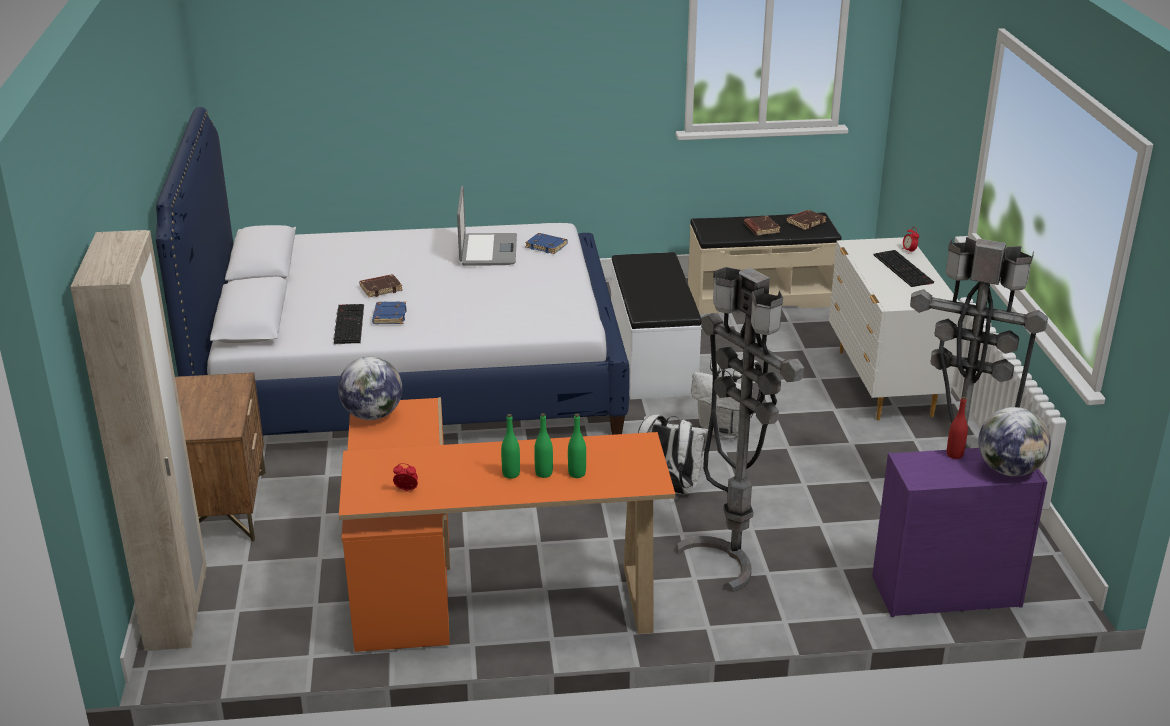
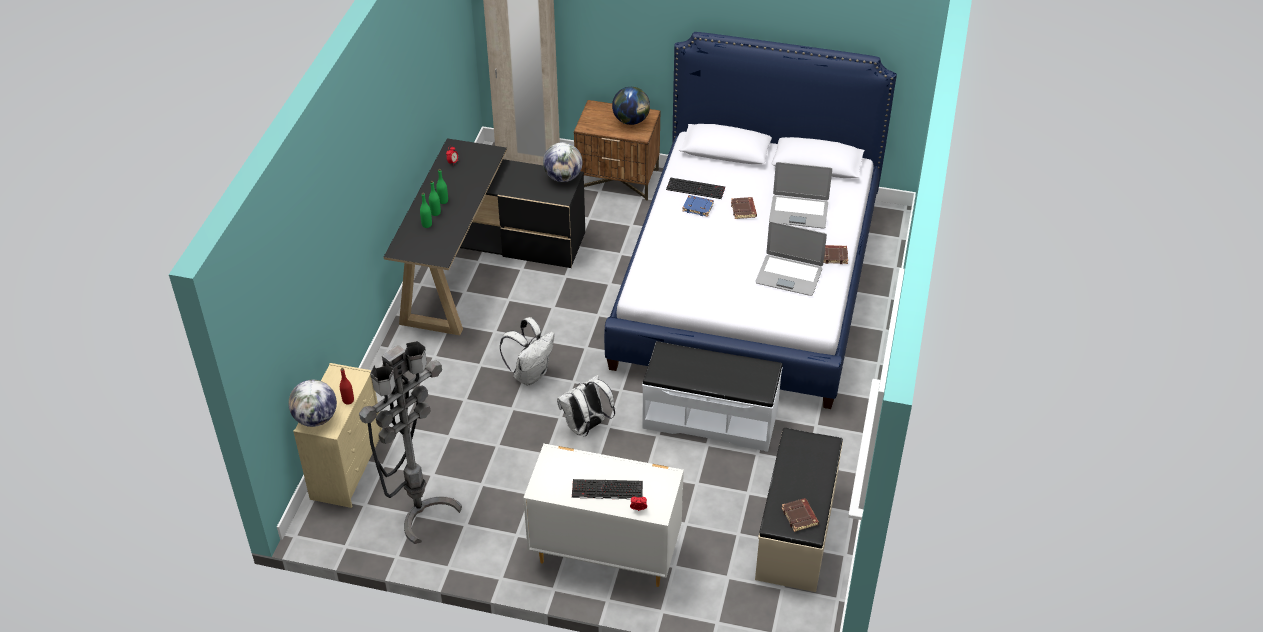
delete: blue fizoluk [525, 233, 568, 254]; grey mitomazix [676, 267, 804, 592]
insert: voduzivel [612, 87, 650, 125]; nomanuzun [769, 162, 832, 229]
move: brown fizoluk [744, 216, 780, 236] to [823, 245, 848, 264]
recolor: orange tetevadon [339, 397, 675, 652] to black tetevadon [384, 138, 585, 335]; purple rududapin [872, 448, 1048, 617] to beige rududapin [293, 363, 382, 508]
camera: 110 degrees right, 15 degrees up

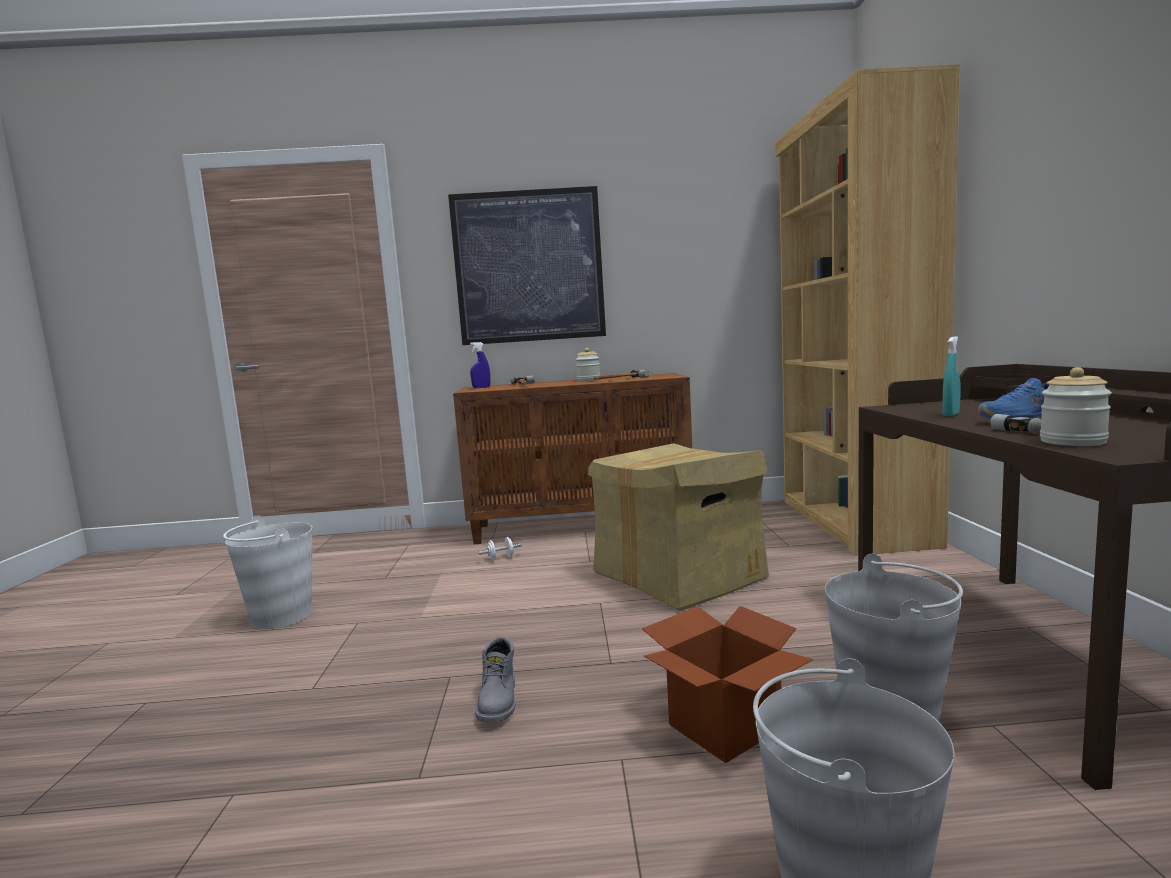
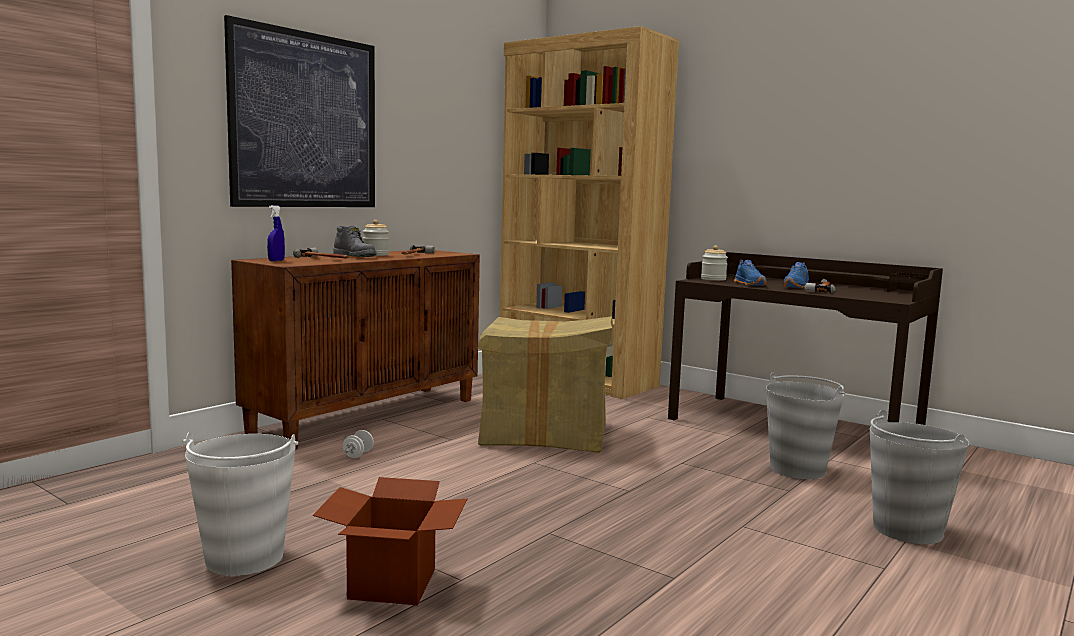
move: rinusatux [1040, 367, 1112, 446] to [701, 245, 728, 281]; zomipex [642, 606, 813, 763] to [313, 477, 468, 605]; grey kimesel [475, 637, 515, 723] to [333, 226, 376, 257]
replace: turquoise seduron [942, 336, 961, 416] to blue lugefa [734, 260, 767, 286]
camera: 50 degrees left, 0 degrees up

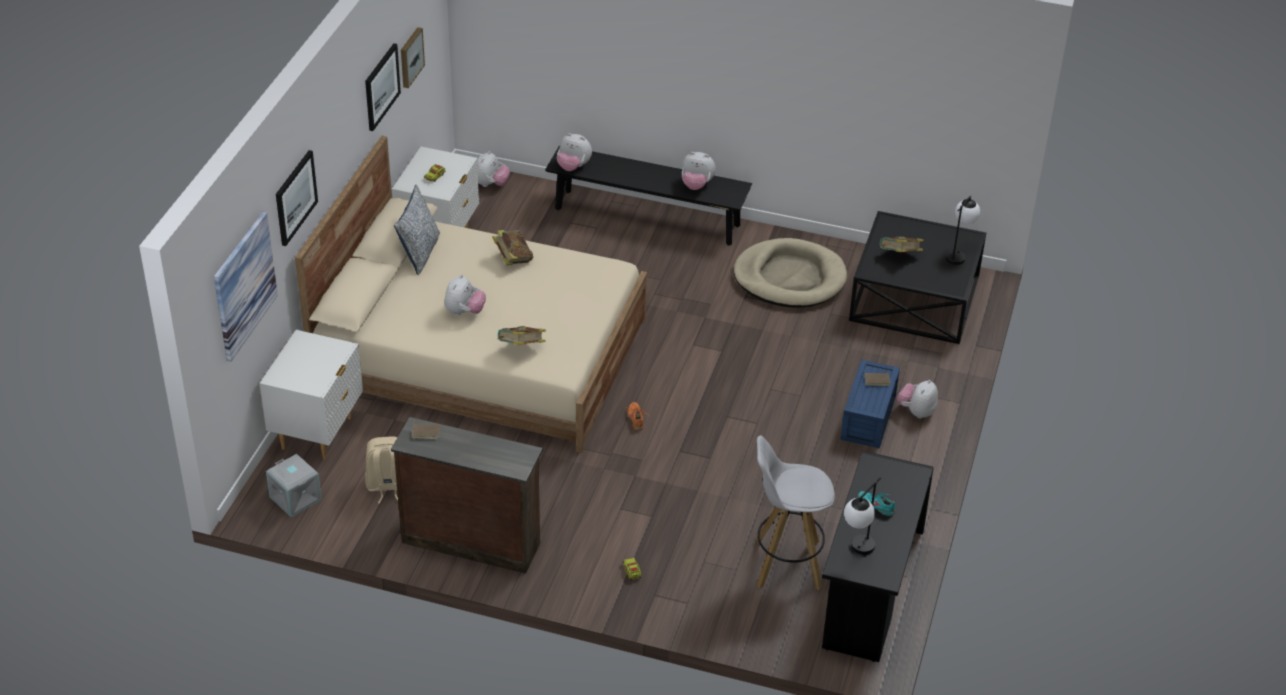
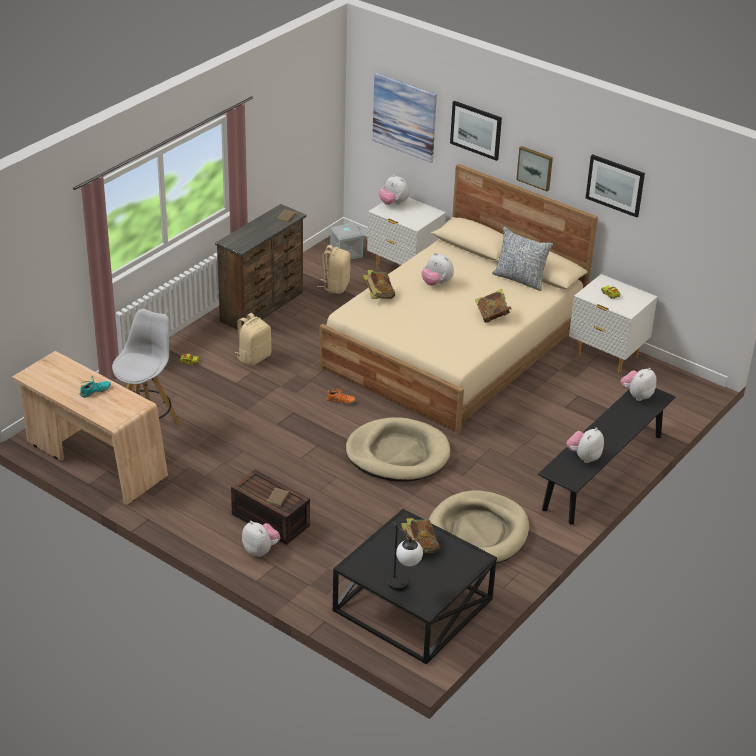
delete: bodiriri [844, 478, 881, 555]
insert: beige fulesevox [235, 313, 272, 366]; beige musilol [345, 417, 450, 482]
move: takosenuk [401, 27, 425, 88] to [516, 146, 553, 191]; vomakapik [477, 151, 510, 187] to [379, 174, 409, 205]
recolor: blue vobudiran [840, 359, 900, 448] to brown vobudiran [231, 469, 310, 545]; black tetevadon [822, 451, 934, 662] to beige tetevadon [12, 351, 168, 505]
camera: 110 degrees right, 5 degrees down

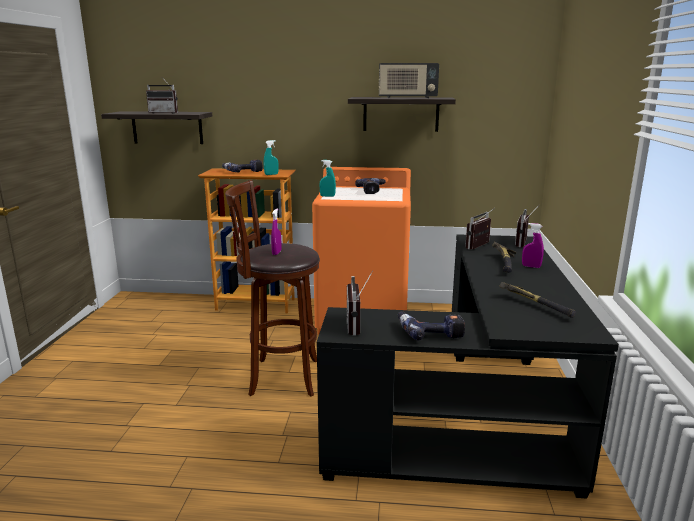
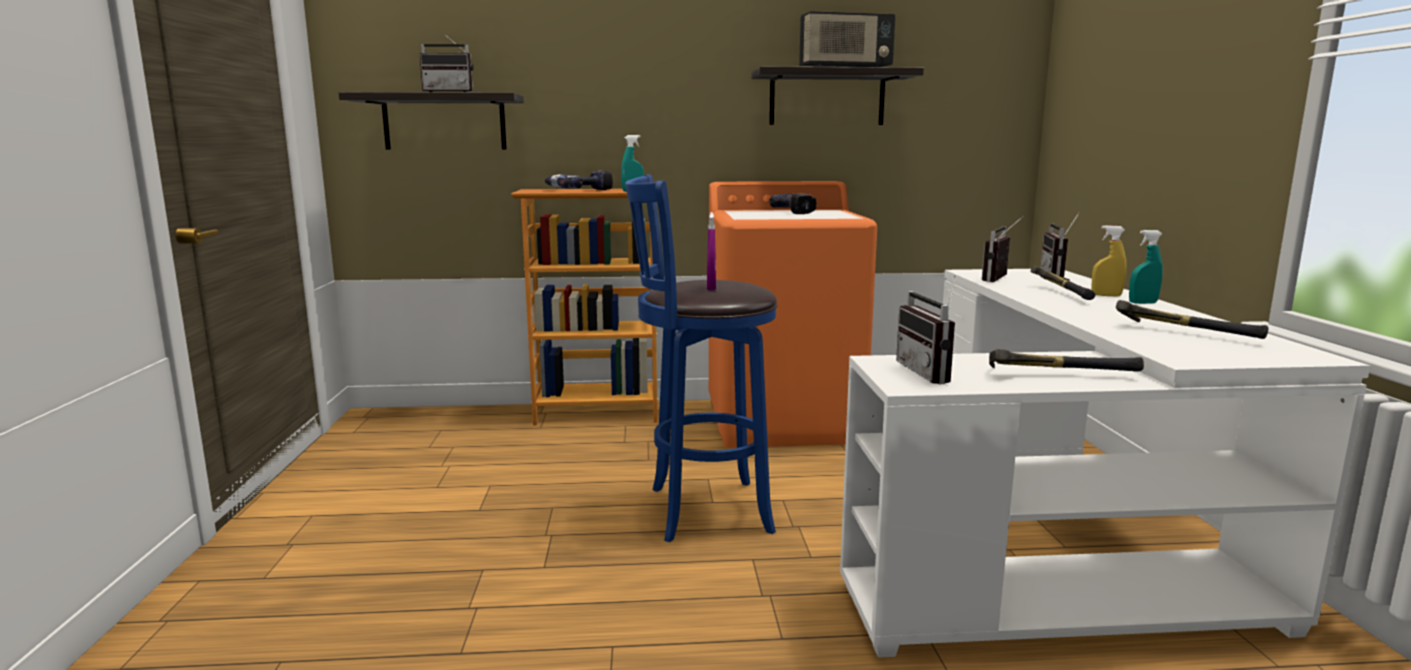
move: turquoise seduron [319, 160, 336, 197] to [1129, 230, 1163, 304]
replace: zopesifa [398, 311, 465, 340] to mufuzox [989, 349, 1144, 371]
recolor: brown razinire [225, 180, 320, 396] to blue razinire [625, 174, 778, 542]; purple seduron [522, 223, 544, 268] to yellow seduron [1091, 225, 1127, 297]; black tetevadon [317, 234, 619, 499] to white tetevadon [840, 269, 1370, 658]
camera: 10 degrees left, 5 degrees down

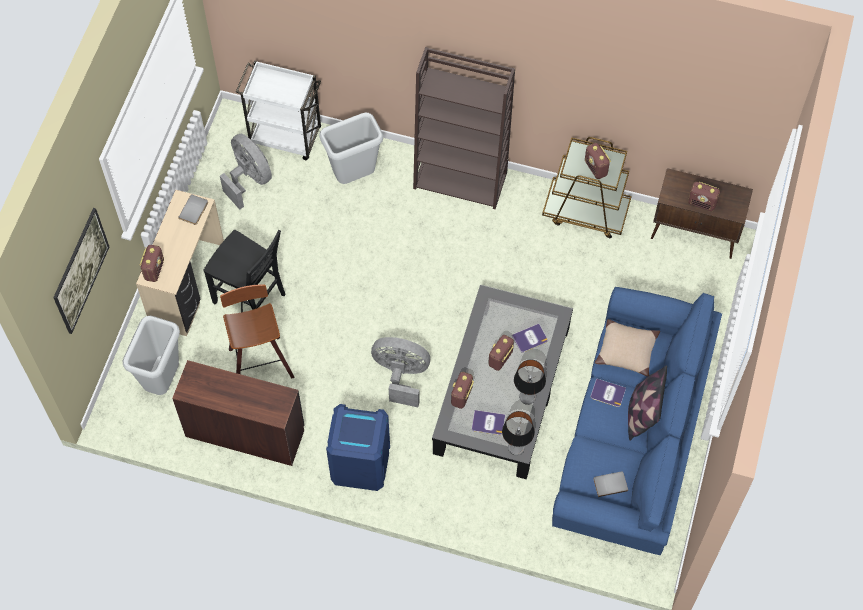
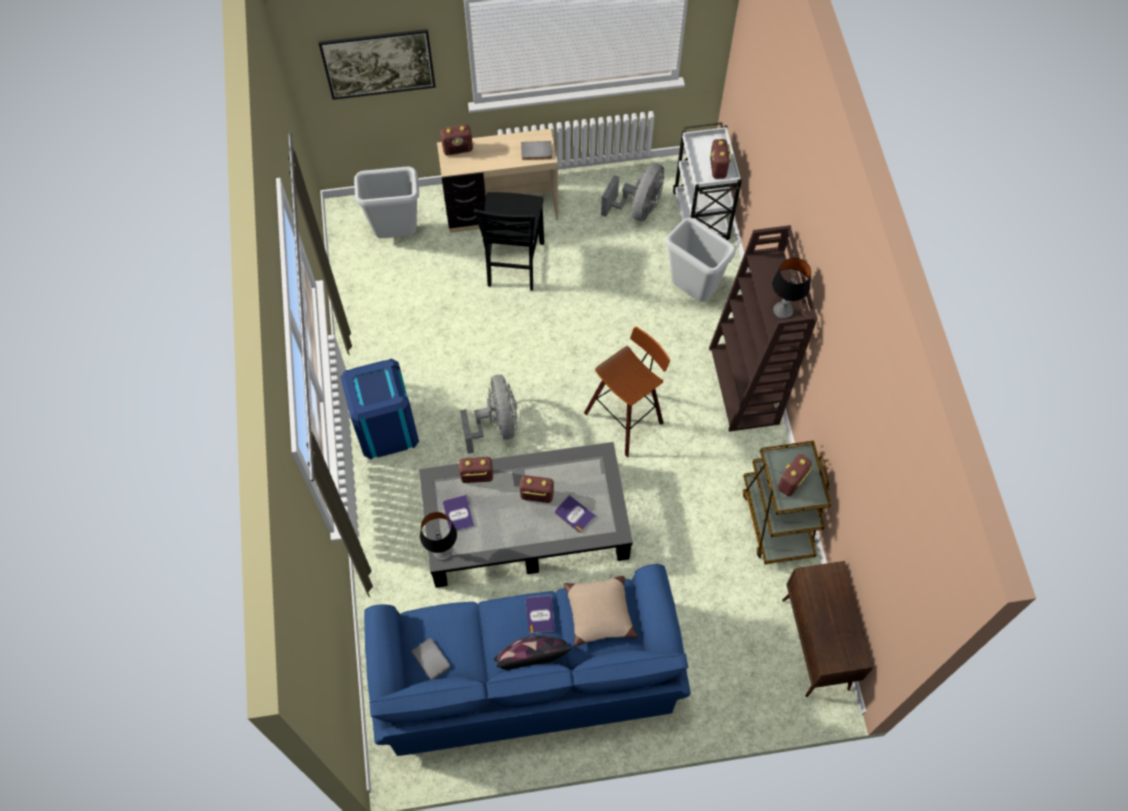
delete: brown tetevadon [172, 360, 304, 466]
move: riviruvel [688, 182, 720, 211] to [710, 139, 731, 179]; razinire [220, 284, 295, 379] to [584, 327, 670, 458]; bodiriri [514, 360, 546, 405] to [772, 258, 811, 319]
camera: 65 degrees right, 0 degrees up

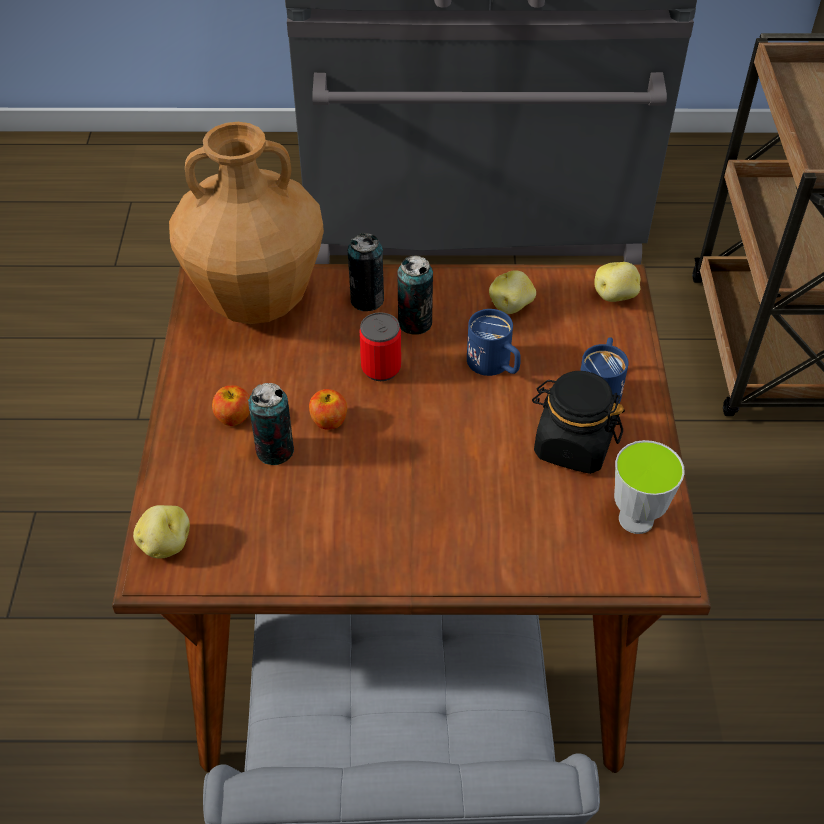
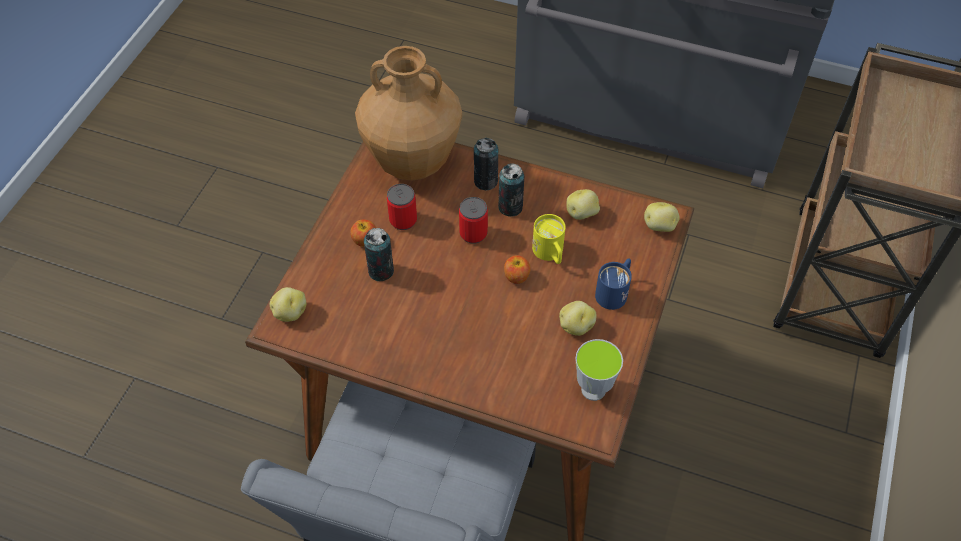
insert: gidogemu [387, 184, 417, 230]
move: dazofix [309, 389, 347, 430] to [504, 255, 531, 284]
replace: black rinusatux [532, 371, 625, 474] to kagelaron [559, 301, 596, 336]
recolor: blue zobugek [467, 309, 521, 376] to yellow zobugek [532, 214, 566, 264]
camera: 20 degrees right, 5 degrees up

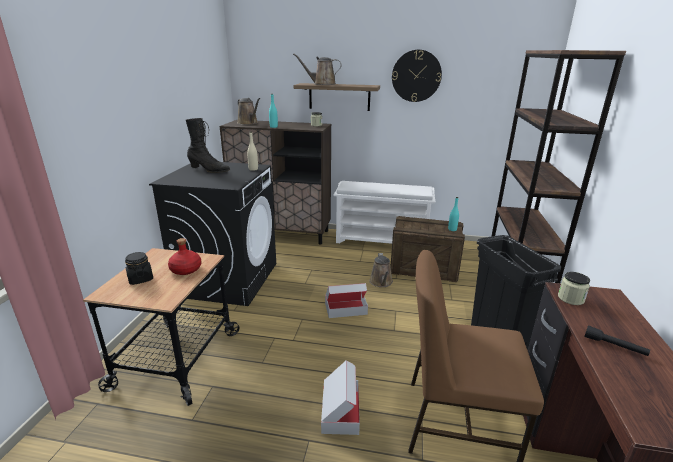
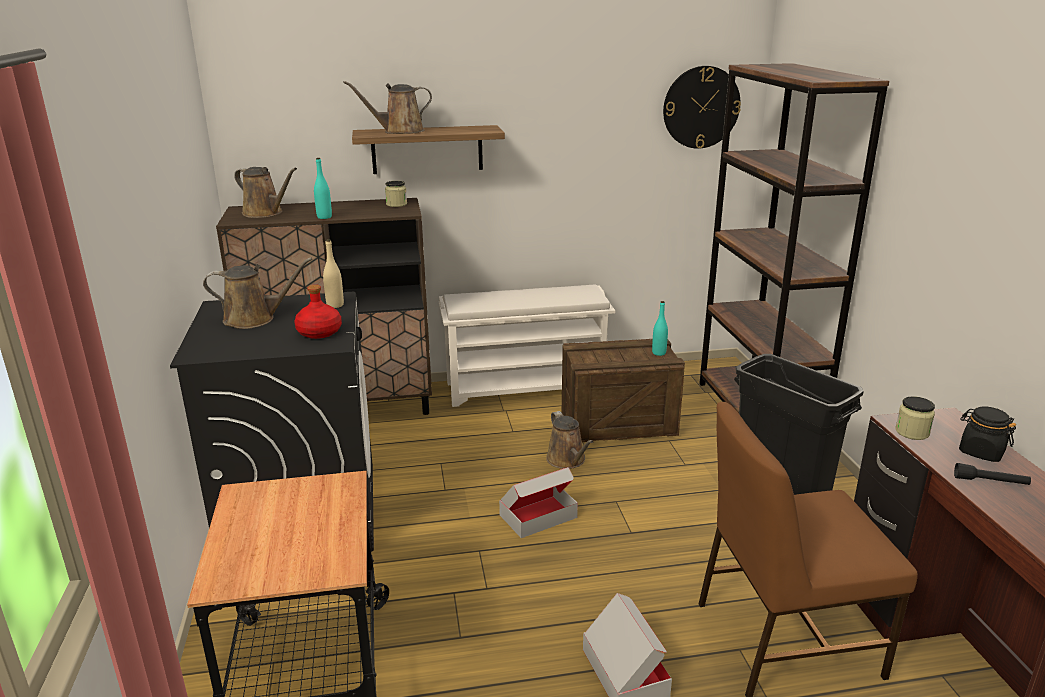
move: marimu [392, 50, 442, 102] to [663, 66, 741, 149]; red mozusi [168, 238, 202, 275] to [294, 285, 342, 339]; black rinusatux [125, 252, 153, 285] to [959, 406, 1016, 462]
replace: black kimesel [186, 118, 230, 173] to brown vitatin [203, 257, 312, 329]
camera: 20 degrees left, 0 degrees up

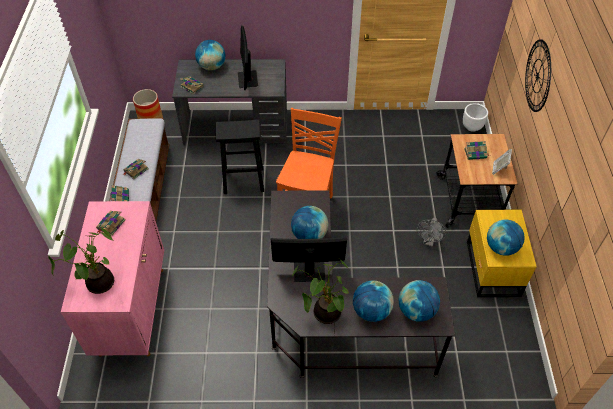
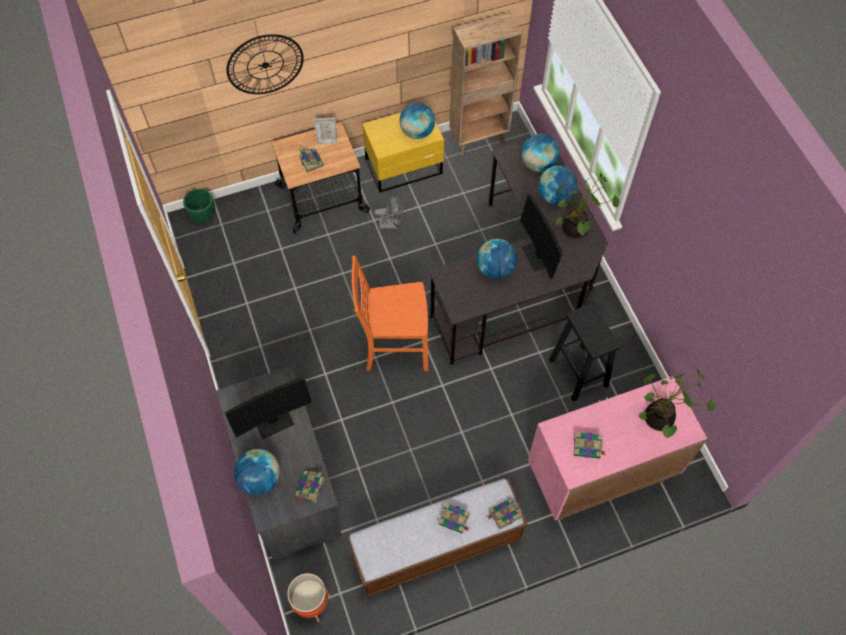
insert: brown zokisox [449, 12, 522, 156]
move: black razinire [216, 120, 264, 194] to [549, 303, 621, 402]
recolor: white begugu [463, 103, 488, 132] to green begugu [183, 188, 215, 223]
camera: 110 degrees left, 10 degrees up

